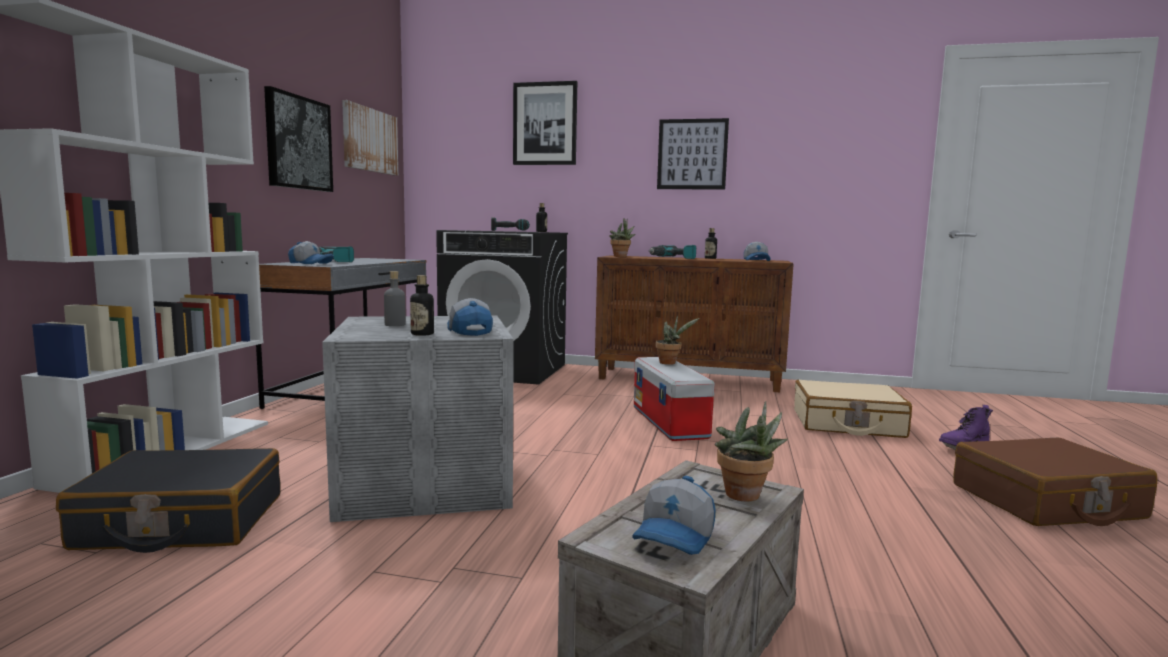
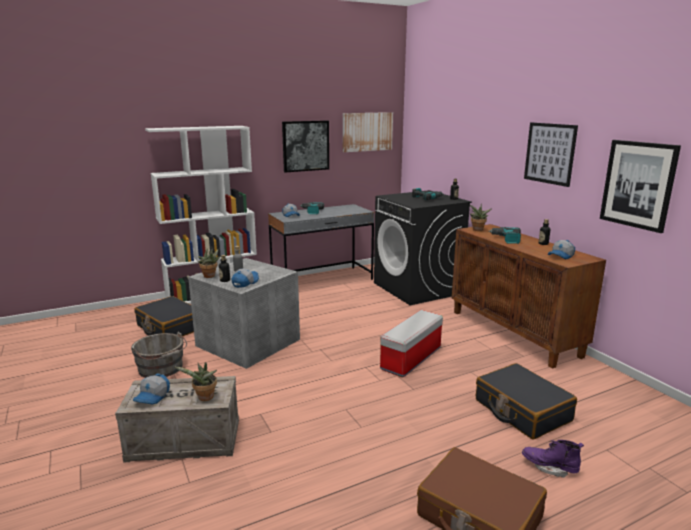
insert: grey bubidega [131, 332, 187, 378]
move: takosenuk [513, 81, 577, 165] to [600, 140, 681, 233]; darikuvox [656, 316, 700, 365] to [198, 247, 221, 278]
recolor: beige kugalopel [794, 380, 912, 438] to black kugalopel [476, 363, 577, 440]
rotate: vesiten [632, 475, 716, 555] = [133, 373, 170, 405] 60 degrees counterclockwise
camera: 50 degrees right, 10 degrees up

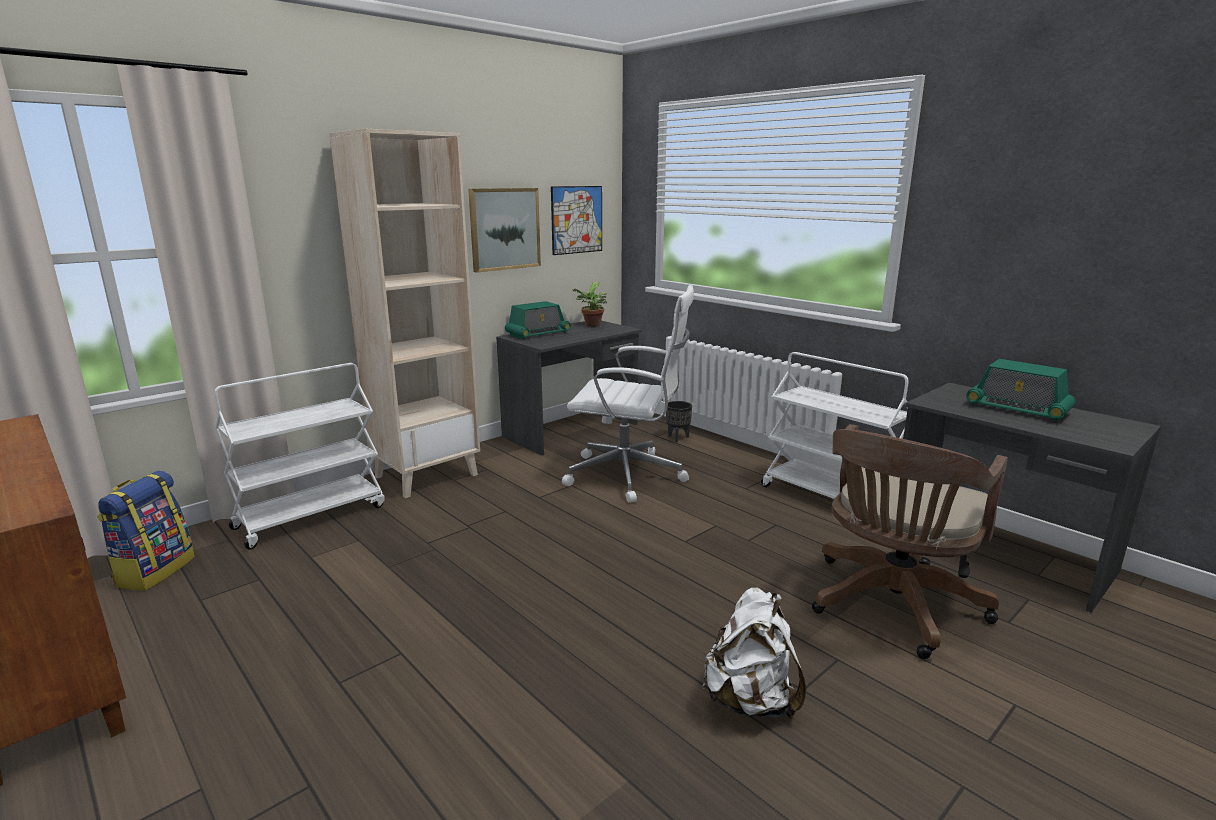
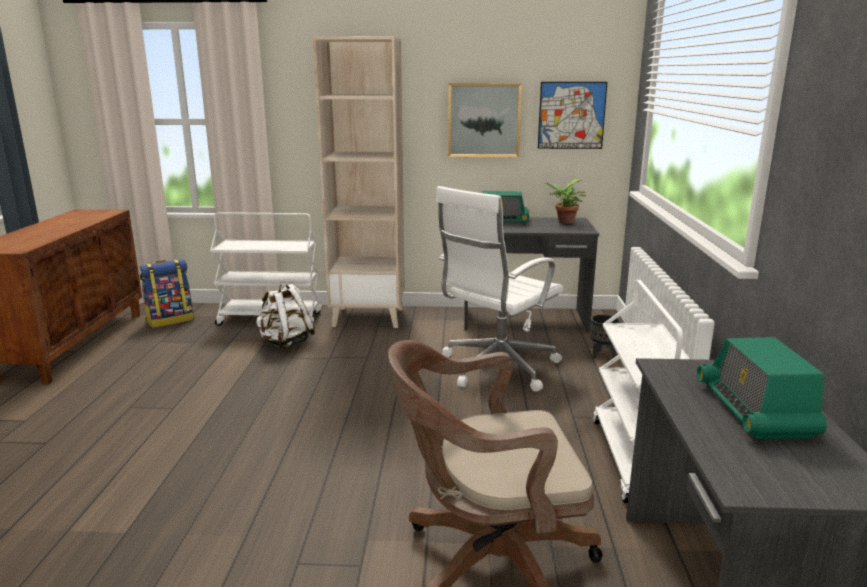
move: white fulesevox [702, 587, 806, 719] to [256, 283, 315, 350]
rotate: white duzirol [562, 285, 694, 503] = [436, 186, 563, 392] 75 degrees clockwise
camera: 45 degrees right, 0 degrees up

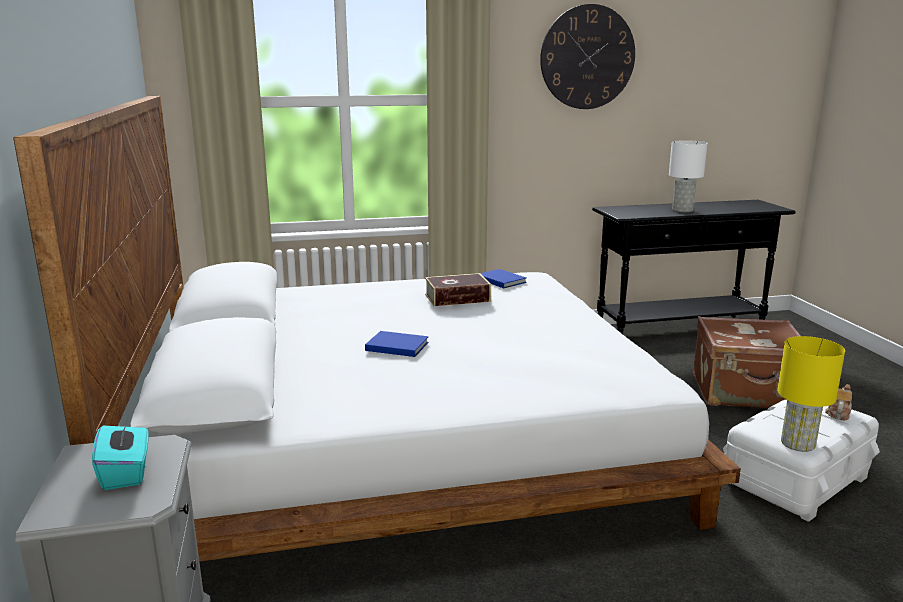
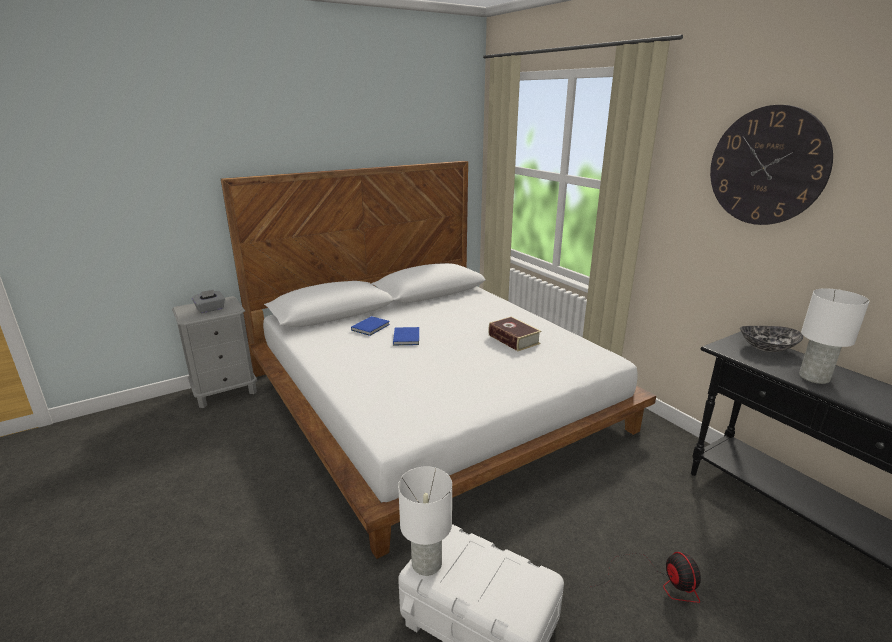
delete: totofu [825, 384, 852, 420]
insert: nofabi [740, 326, 803, 352]
move: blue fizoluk [480, 269, 527, 288] to [351, 316, 390, 336]
replace: brown kugalopel [693, 316, 801, 408] to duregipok [590, 552, 701, 603]
recolor: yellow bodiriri [777, 336, 845, 452] to white bodiriri [398, 466, 452, 576]; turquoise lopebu [92, 416, 149, 490] to grey lopebu [192, 290, 225, 314]
camera: 70 degrees right, 5 degrees up

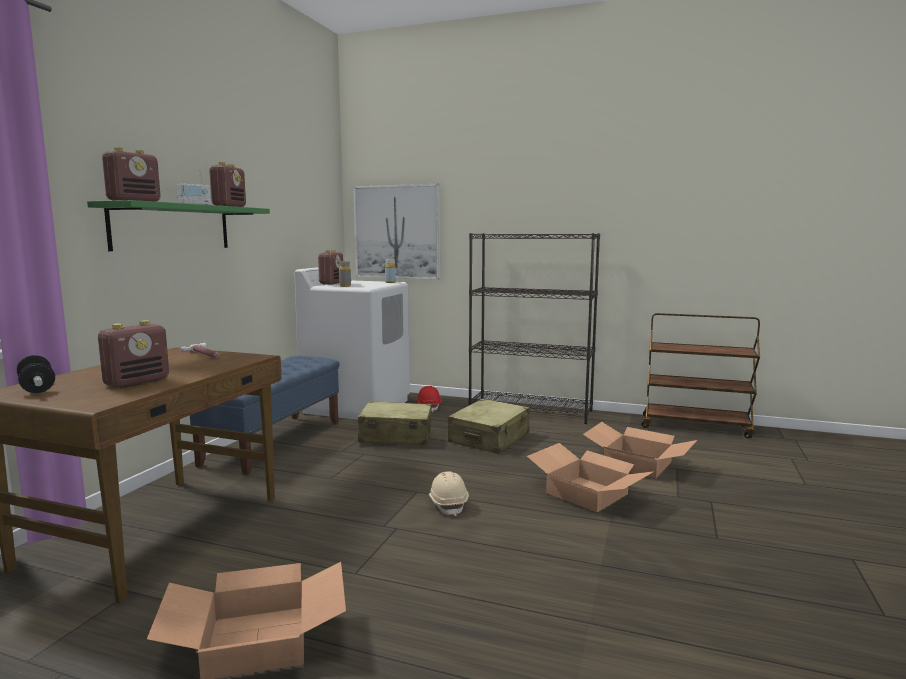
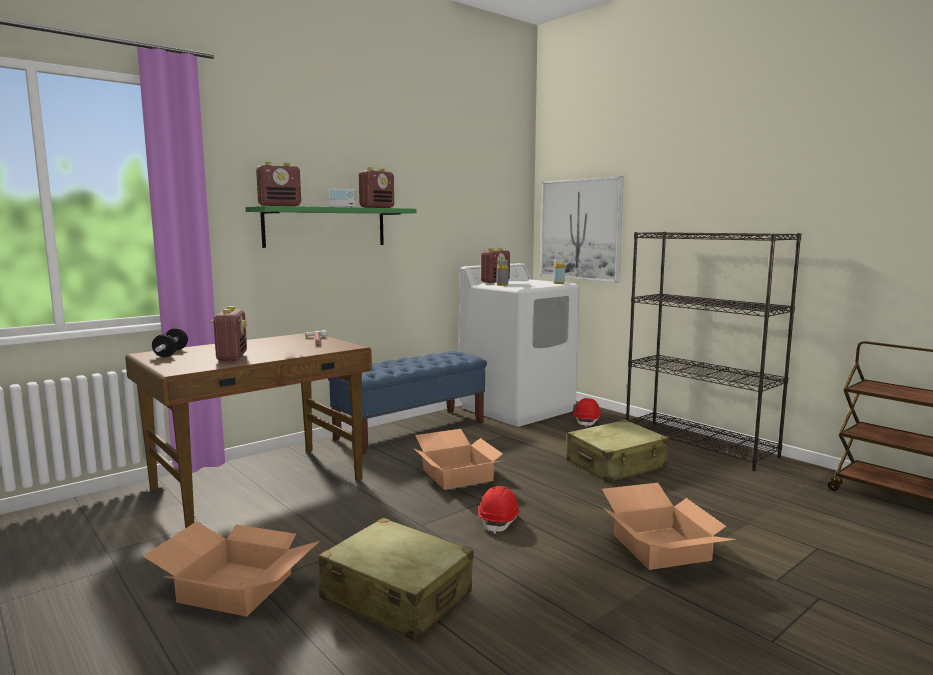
move: beige kugalopel [358, 401, 432, 445] to [319, 517, 473, 641]; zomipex [583, 422, 697, 478] to [413, 429, 506, 490]
recolor: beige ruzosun [429, 472, 468, 516] to red ruzosun [478, 486, 520, 534]
rotate: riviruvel [98, 320, 169, 388] = [211, 306, 247, 361] 75 degrees counterclockwise
camera: 30 degrees right, 0 degrees up

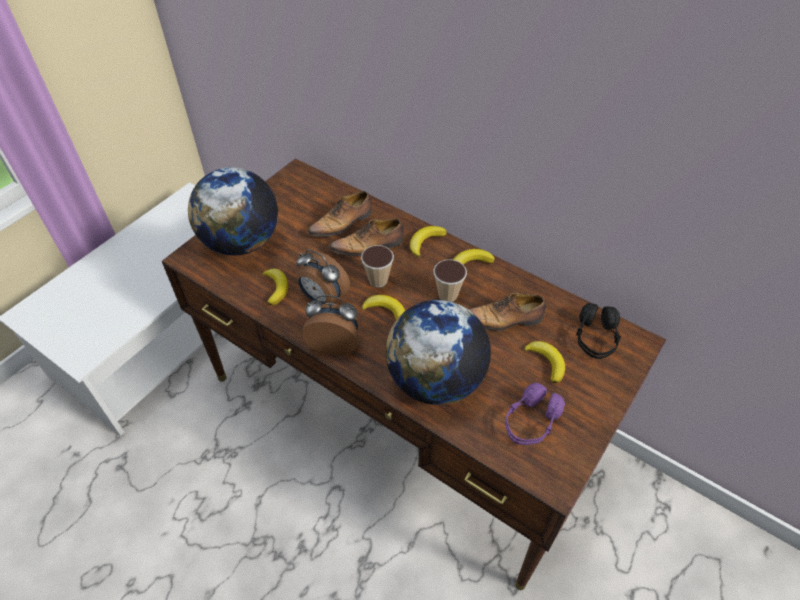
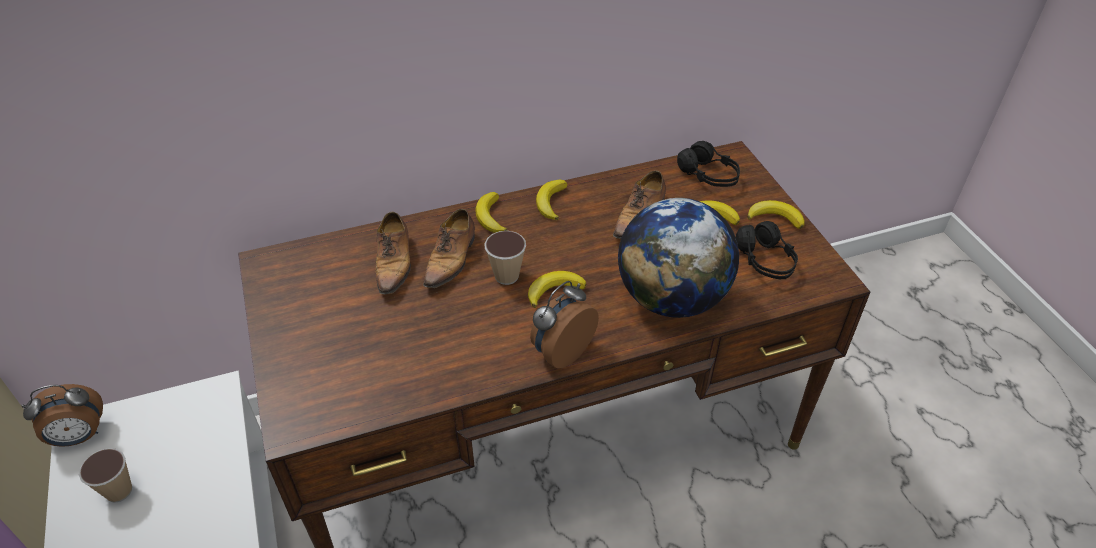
delete: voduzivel [188, 167, 278, 256]
move: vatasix [296, 249, 350, 304] to [21, 384, 103, 447]; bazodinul [433, 259, 467, 302] to [79, 448, 132, 503]; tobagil [262, 269, 288, 306] to [747, 200, 805, 229]
recolor: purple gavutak [505, 383, 565, 445] to black gavutak [736, 221, 798, 279]
camera: 55 degrees left, 5 degrees down

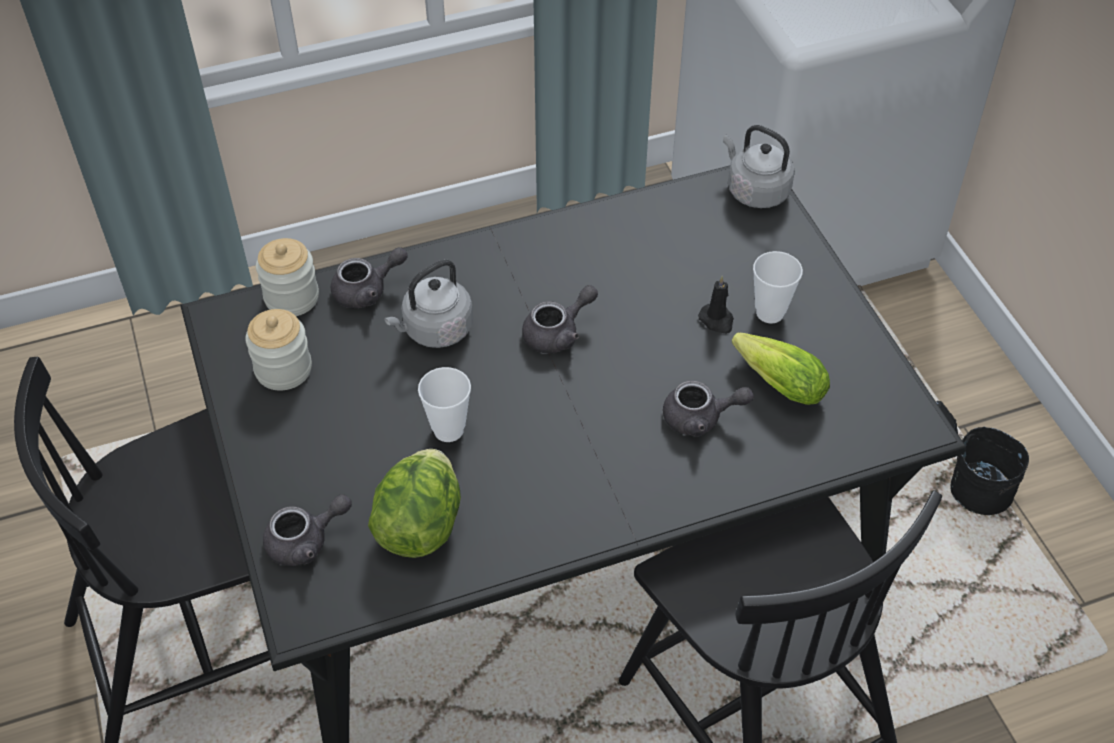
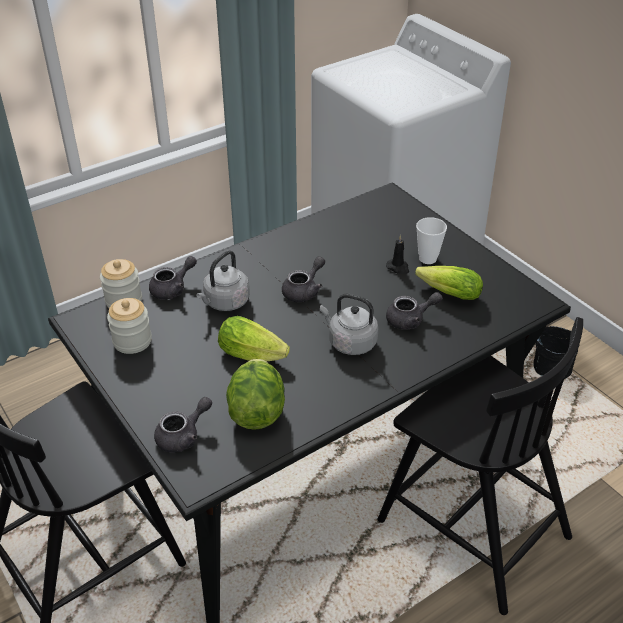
move: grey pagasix [723, 125, 795, 208] to [320, 294, 378, 355]
replace: bazodinul [418, 367, 471, 442] to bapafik [218, 316, 290, 362]
camera: 15 degrees left, 10 degrees down

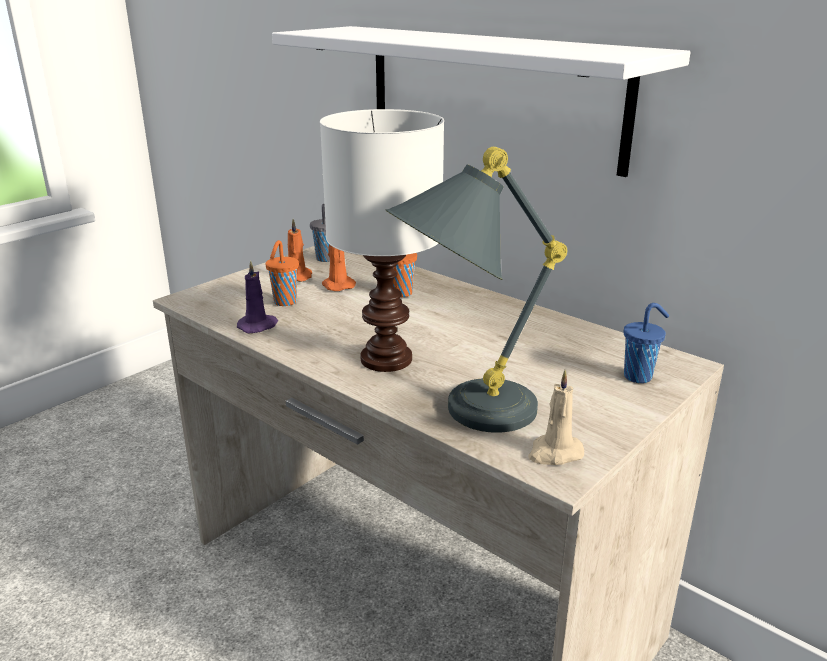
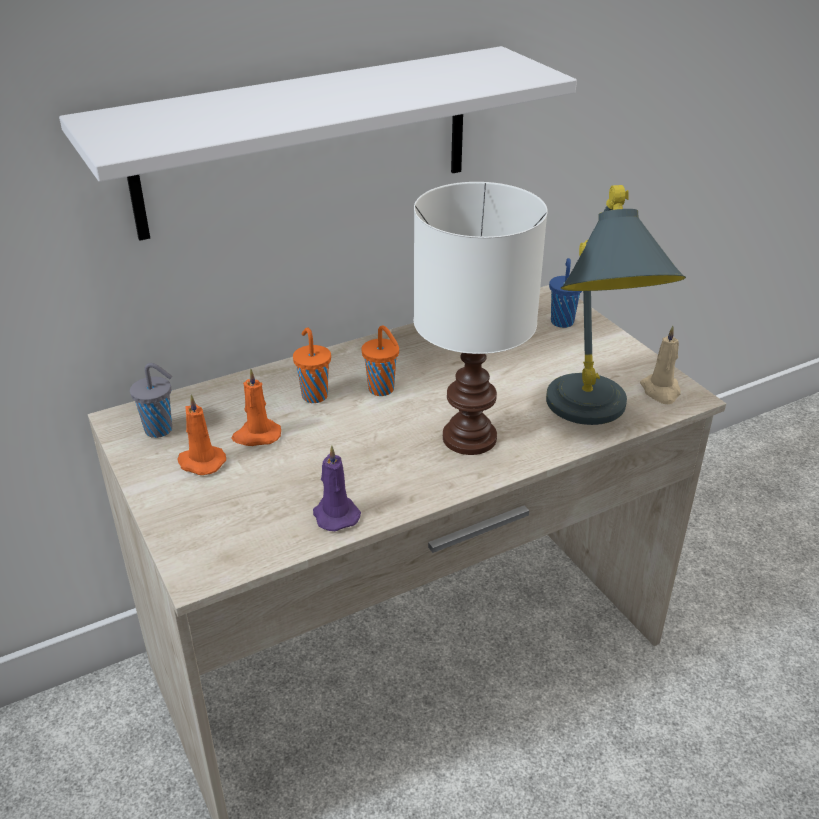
move: orange bazodinul [266, 240, 299, 306] to [361, 325, 399, 396]
camera: 70 degrees left, 10 degrees up

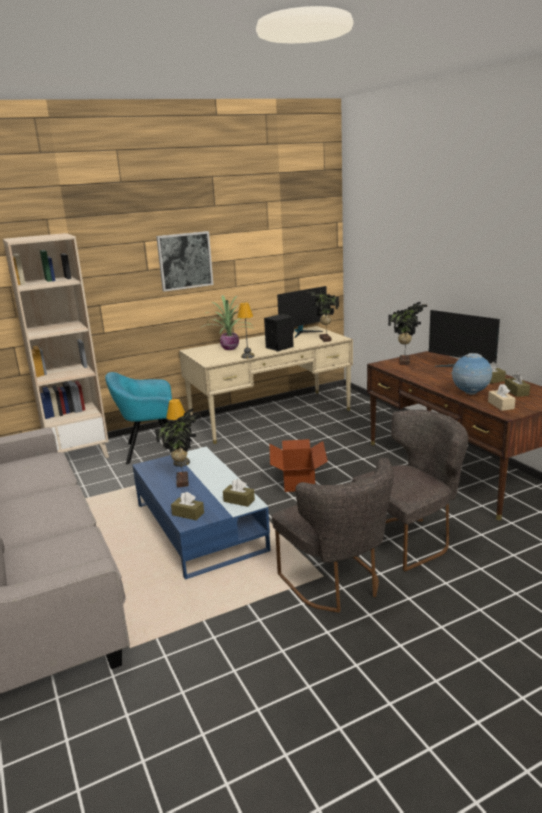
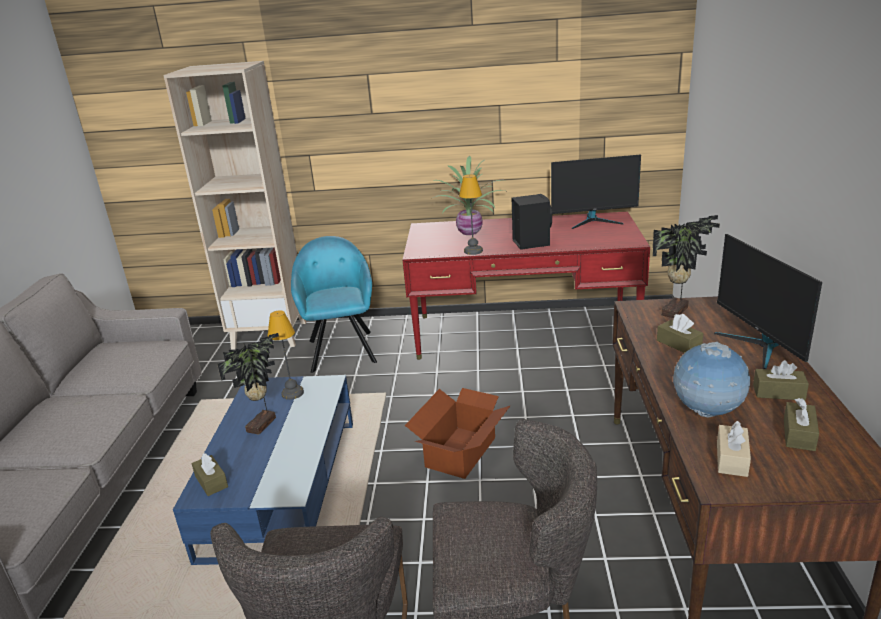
delete: takosenuk [156, 231, 214, 291]; darikuvox [307, 287, 339, 342]
move: brown lopebu [223, 479, 255, 507] to [657, 314, 704, 353]
recolor: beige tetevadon [179, 326, 353, 444] to red tetevadon [402, 212, 650, 360]
rotate: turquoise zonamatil [105, 372, 172, 464] = [291, 236, 377, 373] 60 degrees clockwise
camera: 30 degrees right, 5 degrees up

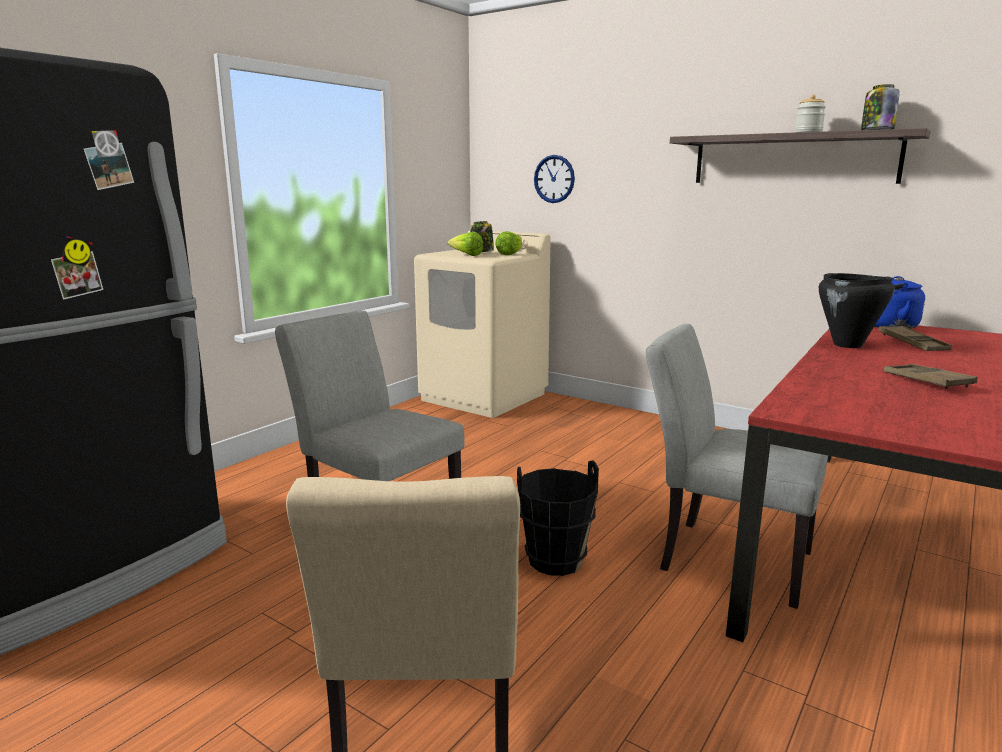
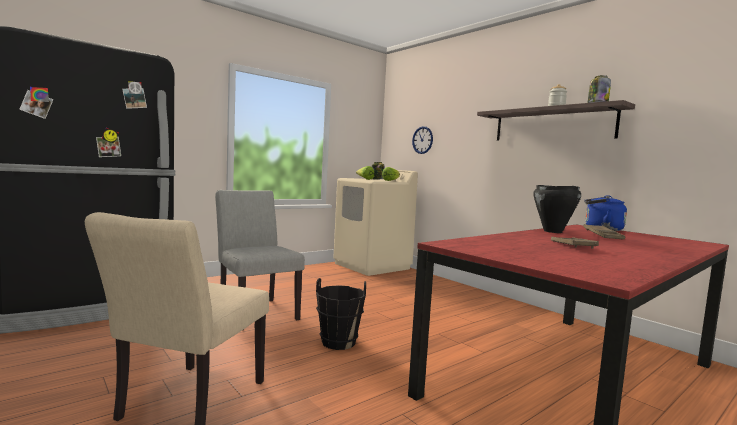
delete: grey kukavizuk [646, 324, 828, 609]
camera: 15 degrees right, 10 degrees down

